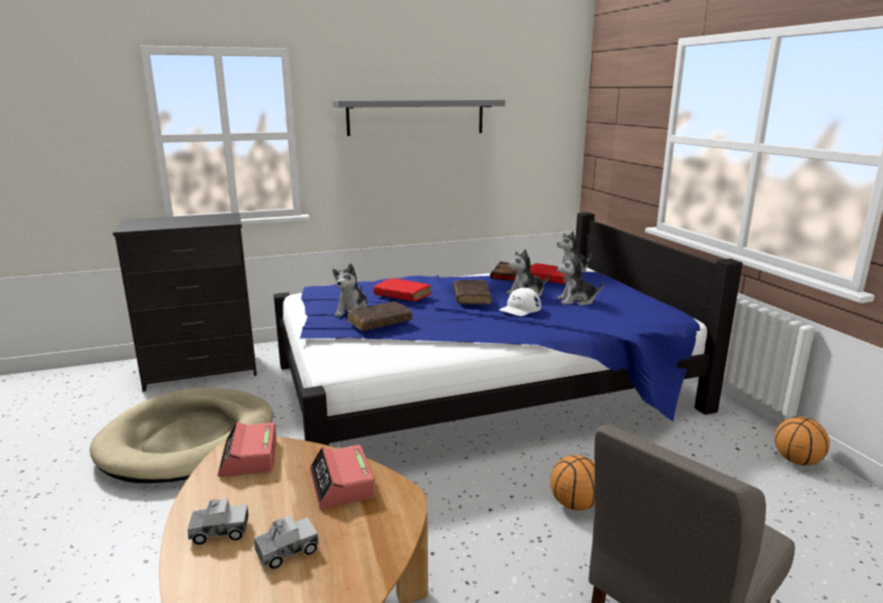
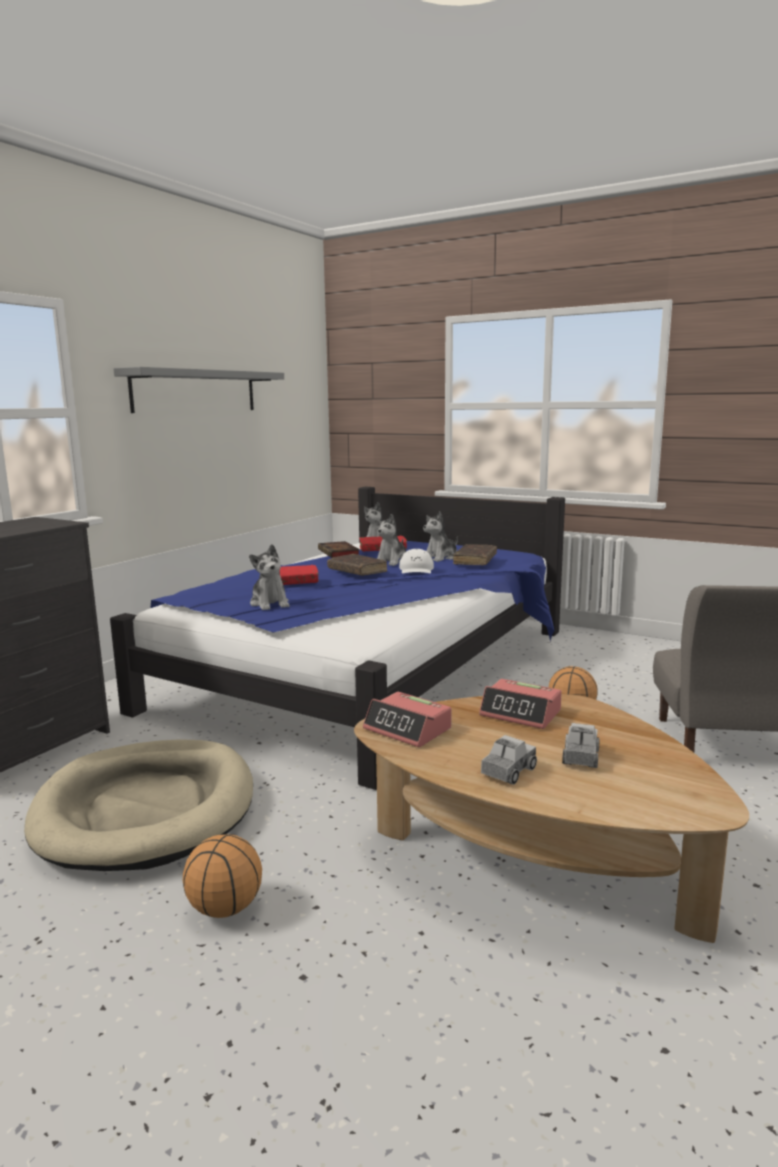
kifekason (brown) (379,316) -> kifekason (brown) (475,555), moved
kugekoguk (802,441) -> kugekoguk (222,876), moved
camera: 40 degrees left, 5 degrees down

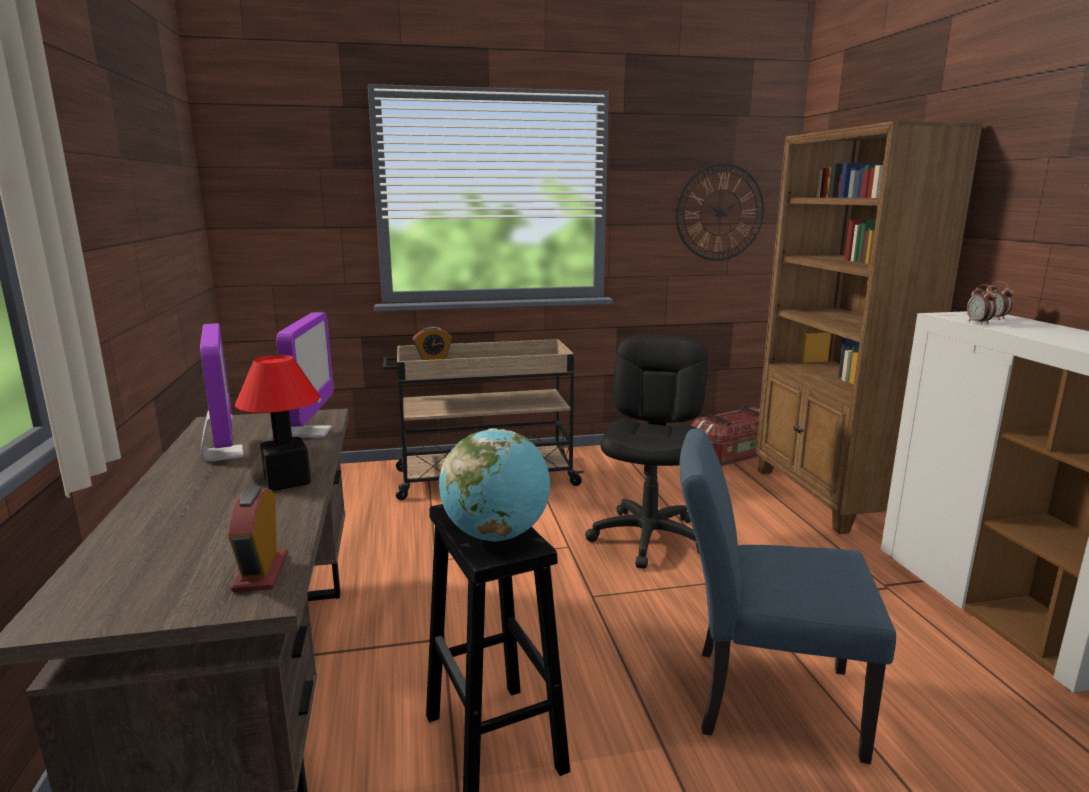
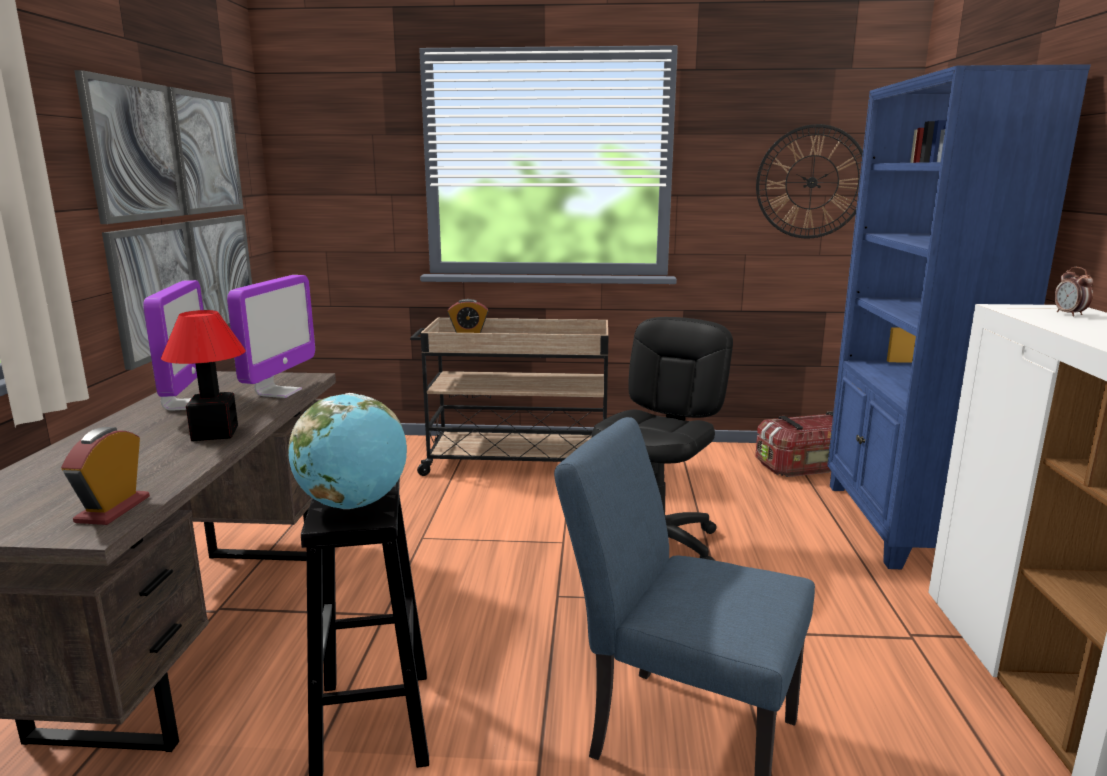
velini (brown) (869,327) -> velini (blue) (959,316)
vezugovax (982,304) -> none
none -> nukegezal (163,220)
camera: 15 degrees right, 0 degrees up

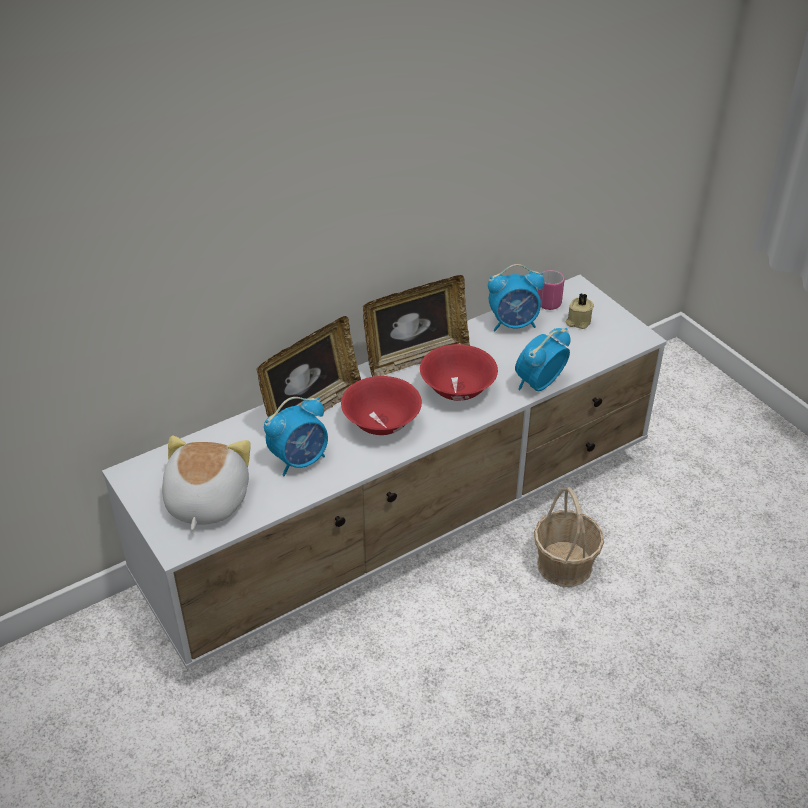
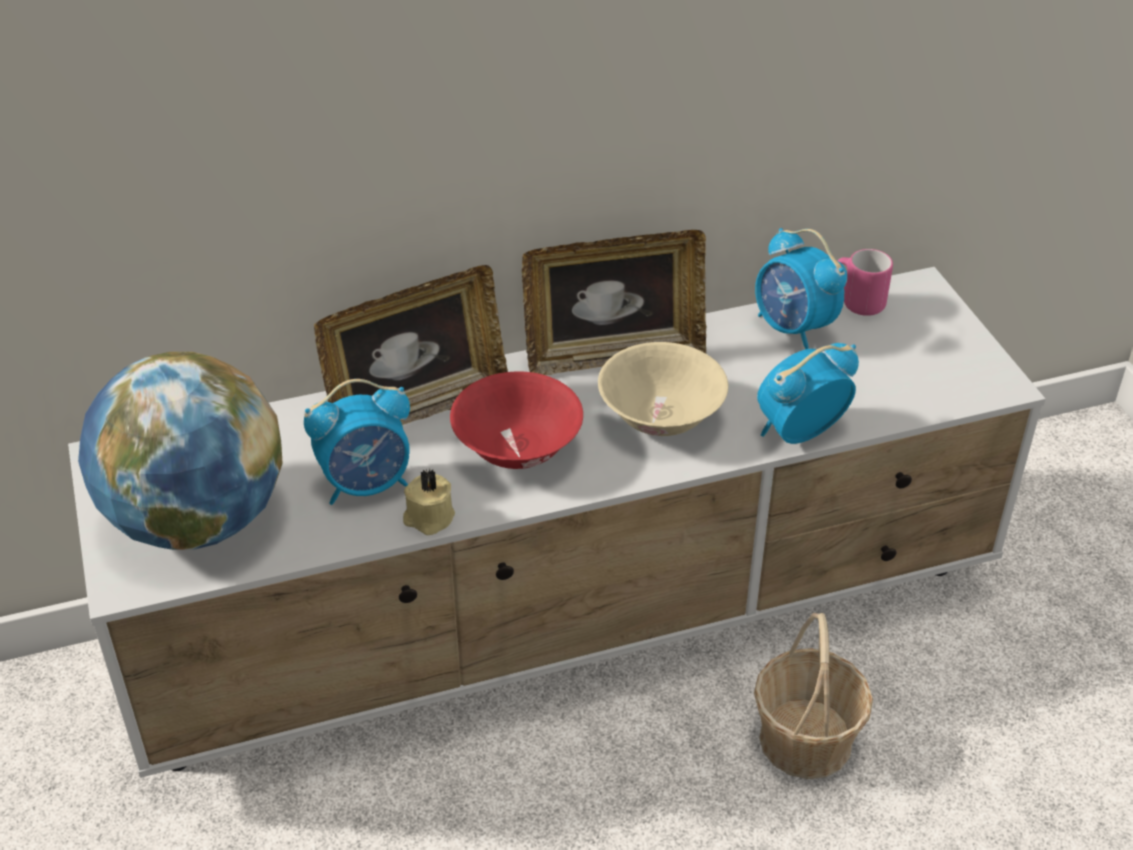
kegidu (206,483) -> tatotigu (180,451)
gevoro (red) (459,372) -> gevoro (beige) (663,389)
vezugovax (516,297) -> vezugovax (801,288), 45 degrees clockwise
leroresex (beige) (579,311) -> leroresex (beige) (429,502), moved
camera: 15 degrees right, 0 degrees up

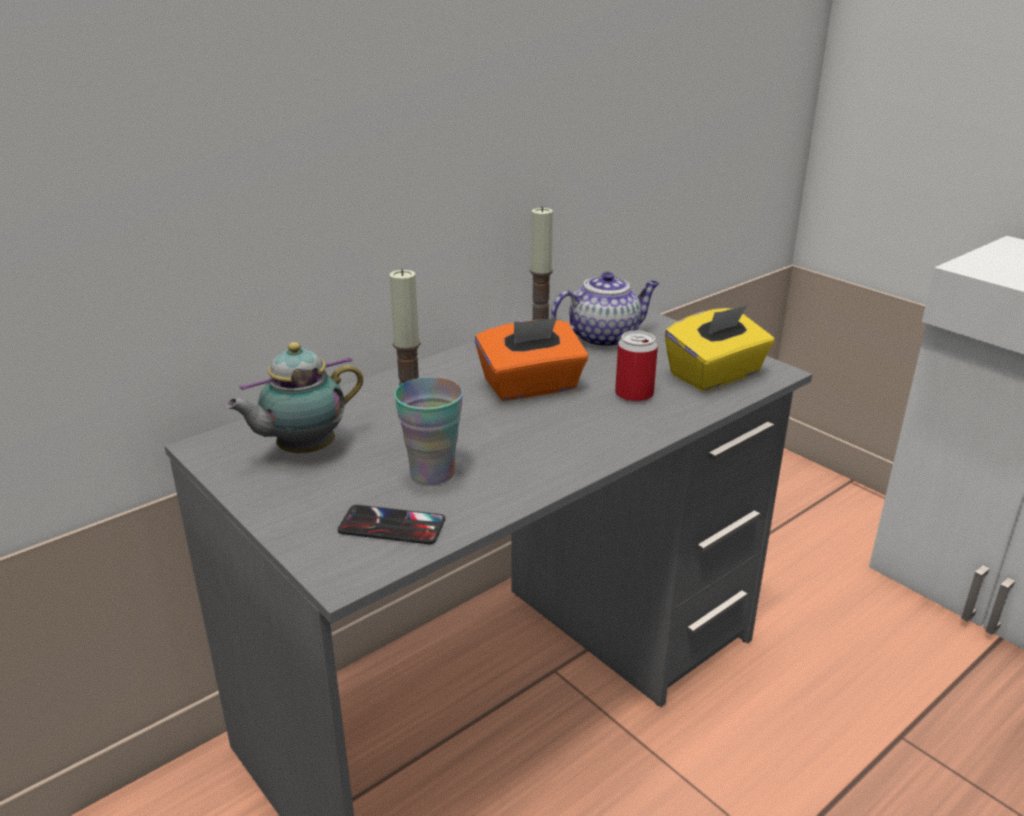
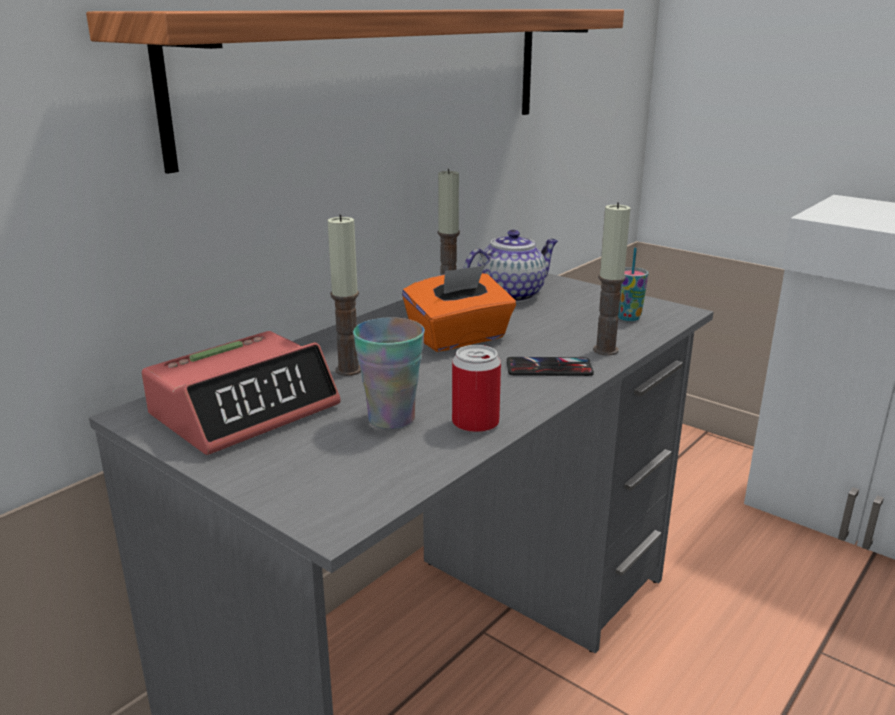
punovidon (294,397) -> vezugovax (241,393)
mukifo (391,524) -> mukifo (550,366), moved
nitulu (636,366) -> nitulu (476,389), moved
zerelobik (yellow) (719,348) -> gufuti (633,284)
none -> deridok (355,91)
none -> leroresex (612,279)
camera: 10 degrees left, 5 degrees down

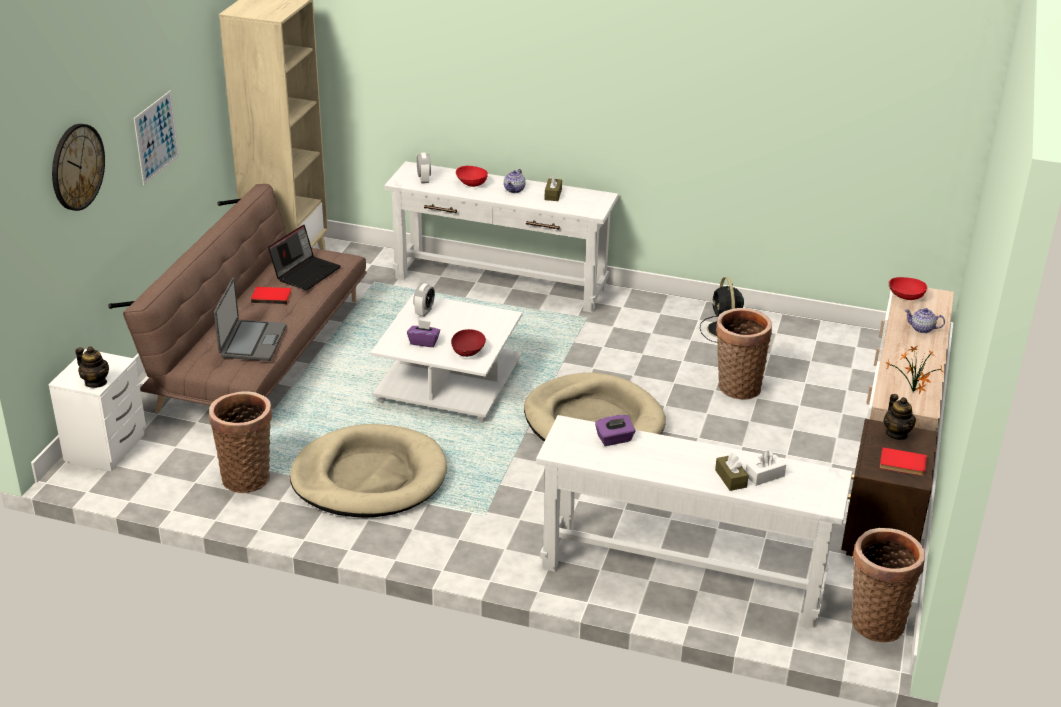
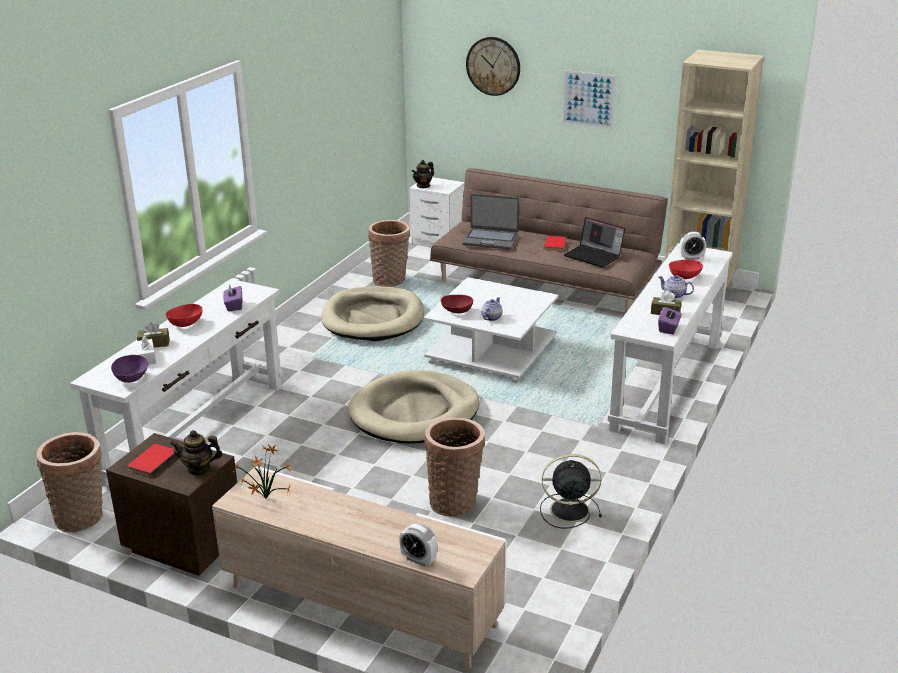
zerelobik (purple) (423,333) -> zerelobik (purple) (670,320), moved
vezugovax (424,300) -> vezugovax (418,544), moved
gevoro (red) (908,288) -> gevoro (red) (184,315), moved
punovidon (925,320) -> punovidon (491,309), moved
none -> gevoro (purple) (130,369)
camera: 100 degrees right, 5 degrees down

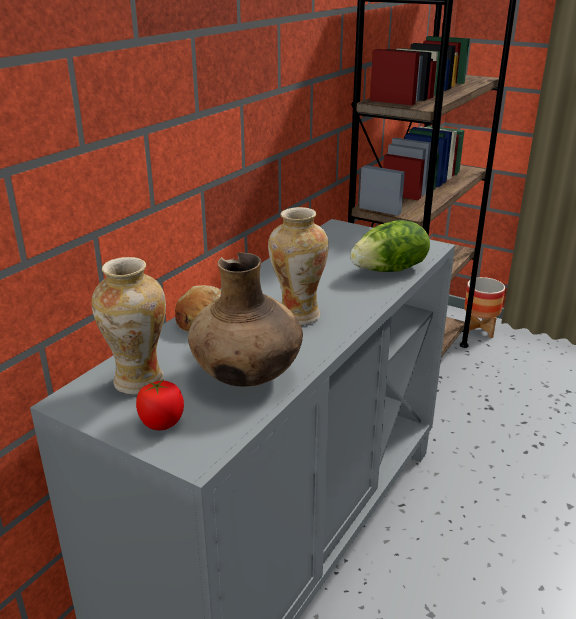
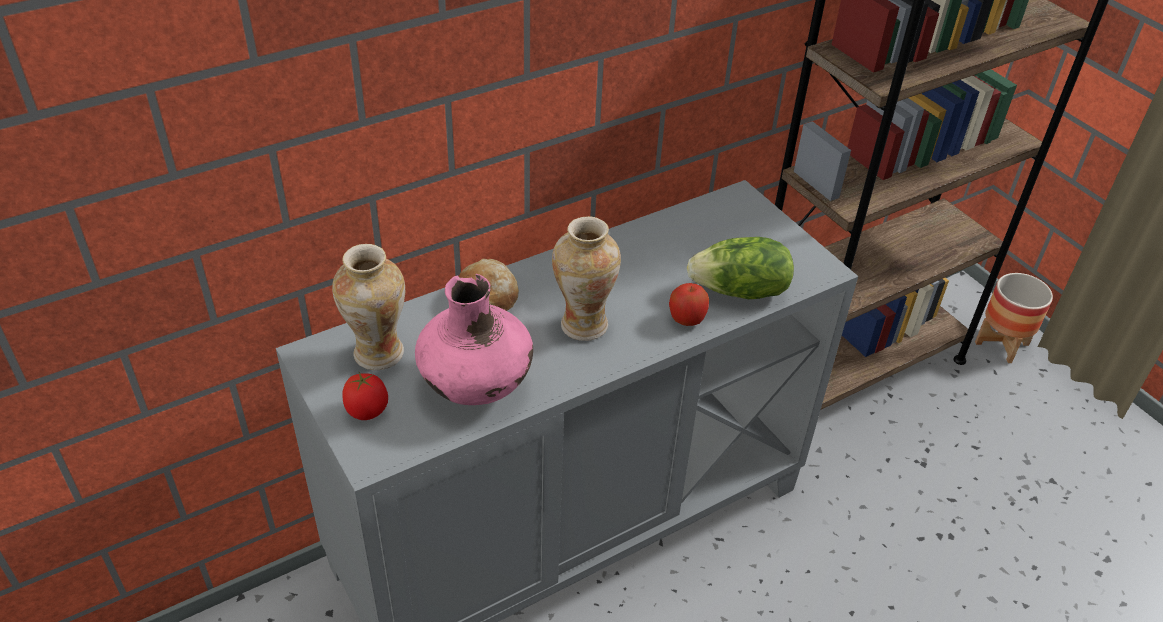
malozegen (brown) (245,319) -> malozegen (pink) (474,339)
none -> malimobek (689,304)
camera: 25 degrees right, 15 degrees up

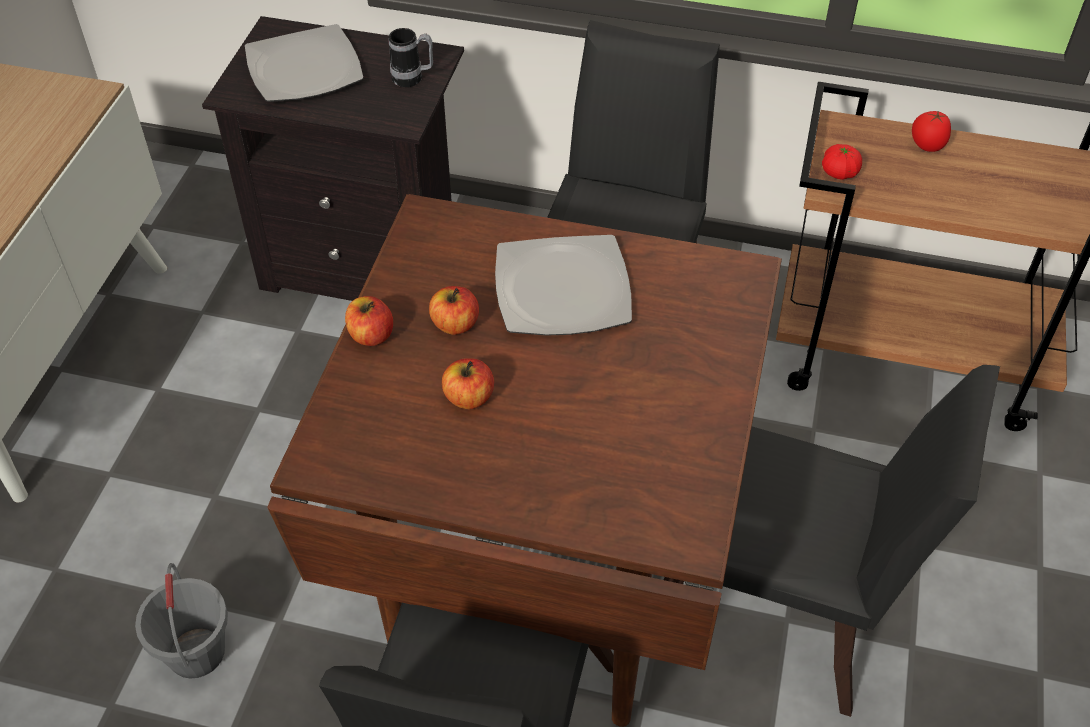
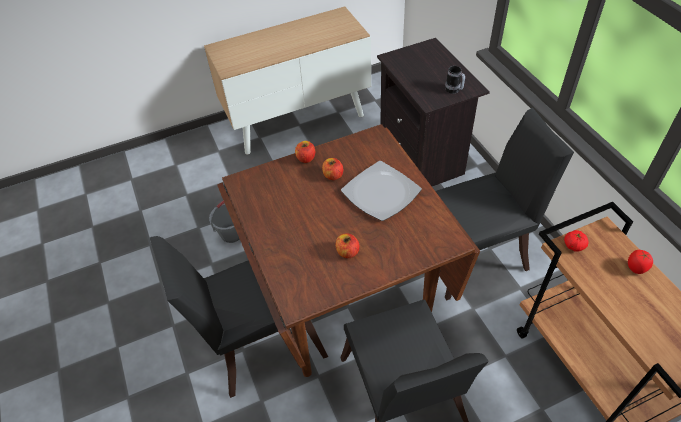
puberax (304,63) -> none
malimobek (468,383) -> malimobek (348,245), moved
camera: 55 degrees right, 0 degrees up

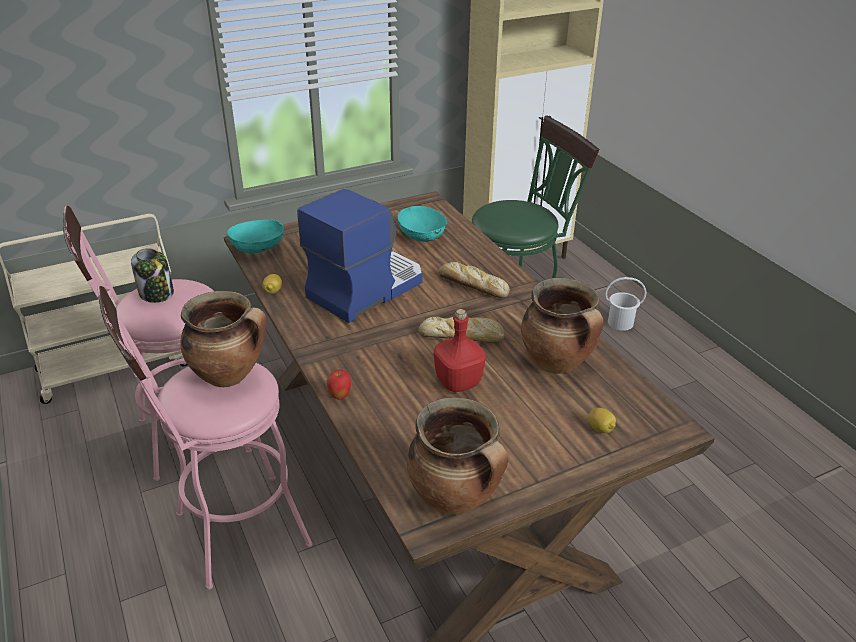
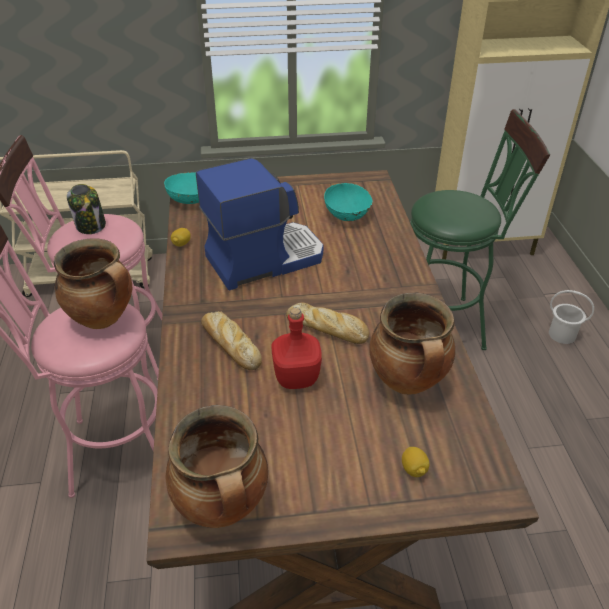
malimobek (338,384) -> none
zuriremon (474,280) -> zuriremon (231,340), moved
camera: 20 degrees right, 5 degrees up

